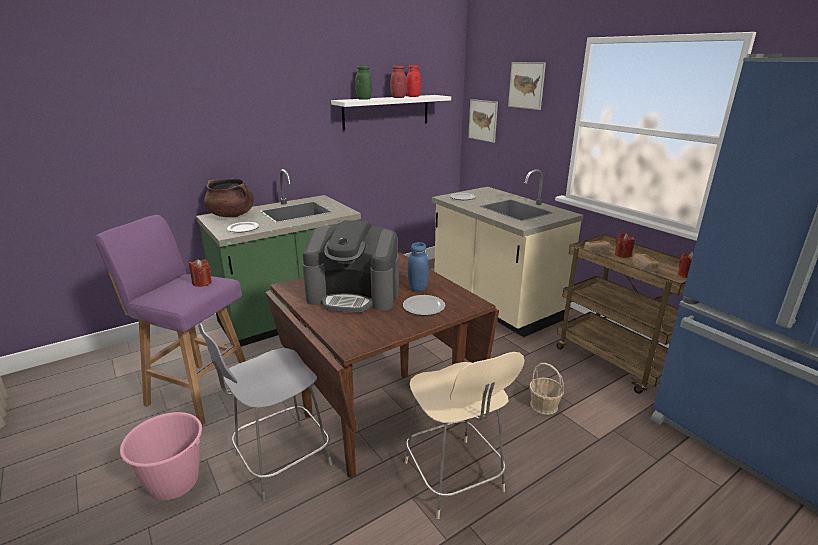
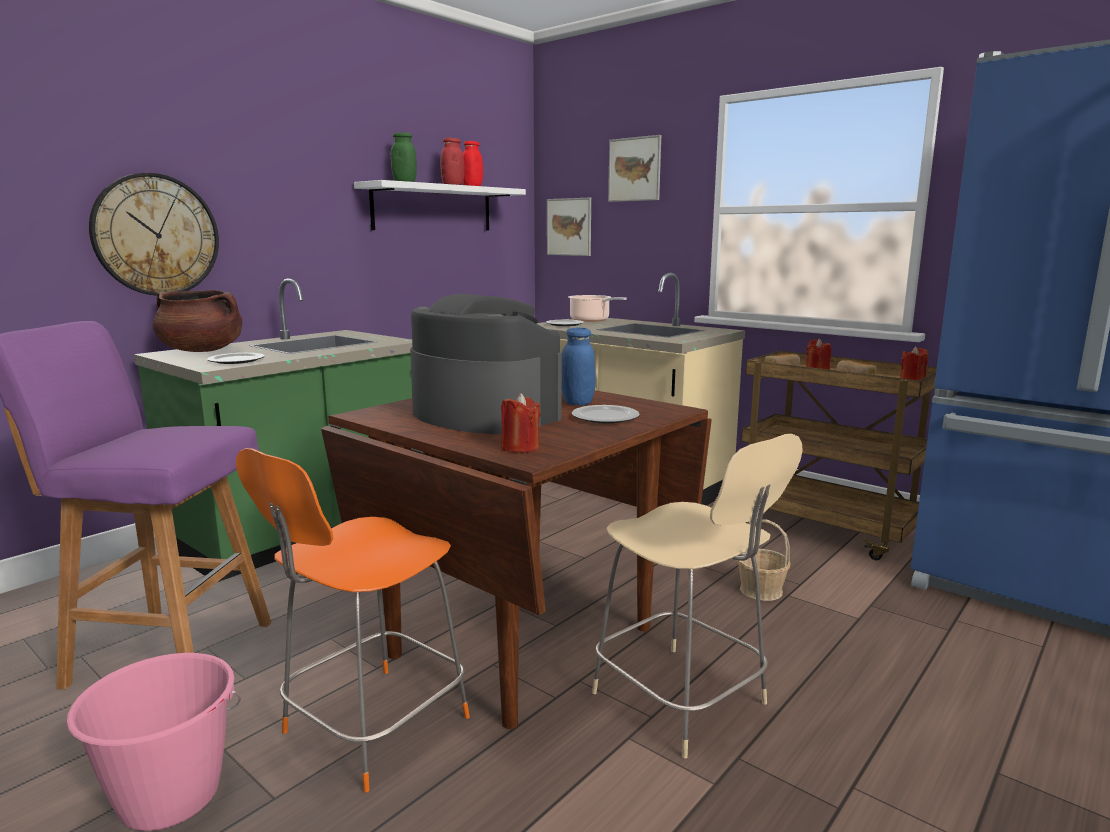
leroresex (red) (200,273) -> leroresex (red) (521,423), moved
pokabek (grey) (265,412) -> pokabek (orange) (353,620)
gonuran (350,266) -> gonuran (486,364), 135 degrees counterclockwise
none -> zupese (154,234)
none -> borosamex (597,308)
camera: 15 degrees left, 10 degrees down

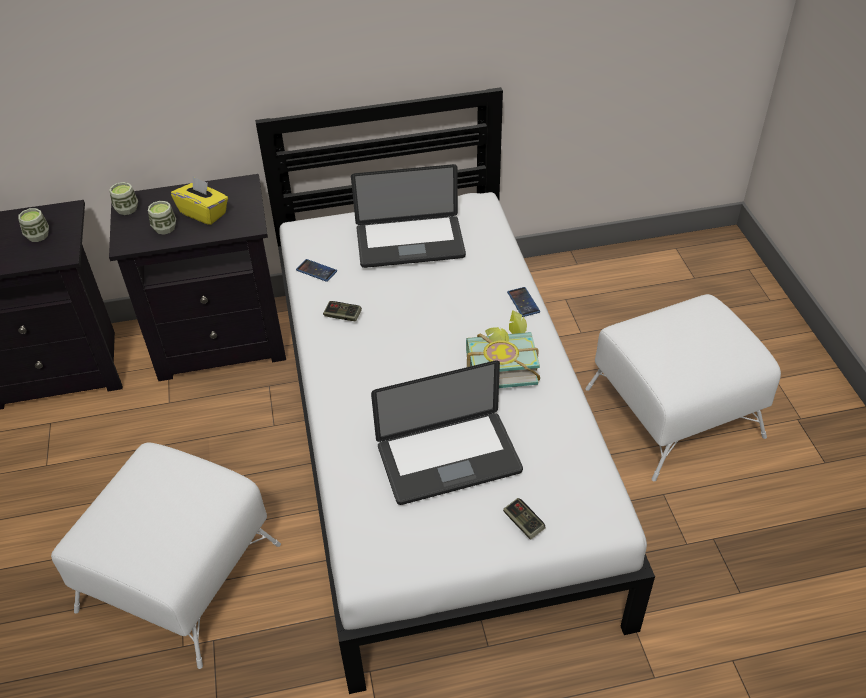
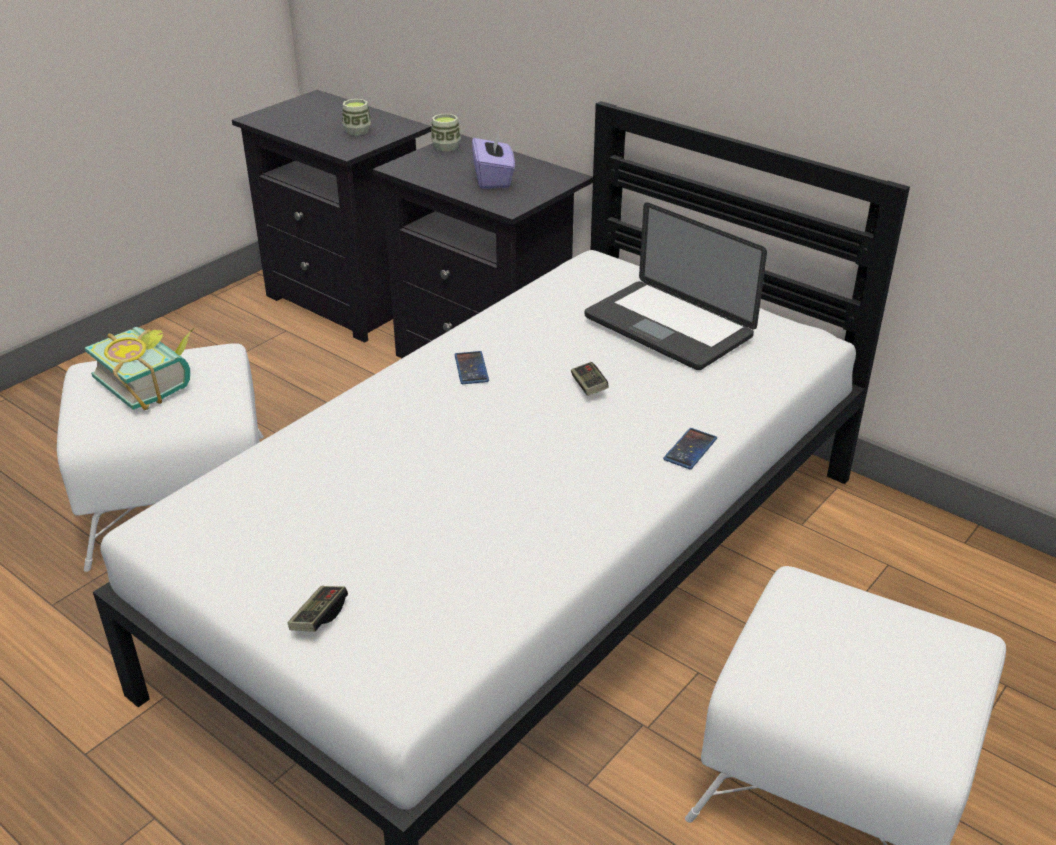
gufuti (162,218) -> none
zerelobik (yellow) (199,200) -> zerelobik (purple) (493,159)
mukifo (316,270) -> mukifo (472,367), moved
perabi (342,311) -> perabi (590,379), moved
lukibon (447,432) -> none
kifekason (503,349) -> kifekason (139,368), moved
camera: 50 degrees right, 10 degrees down

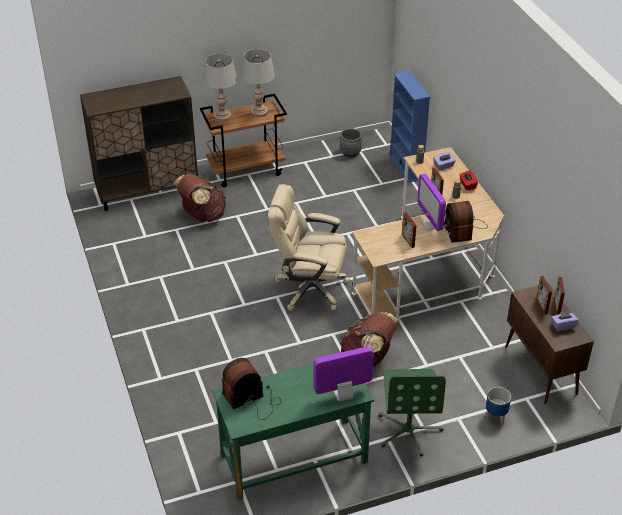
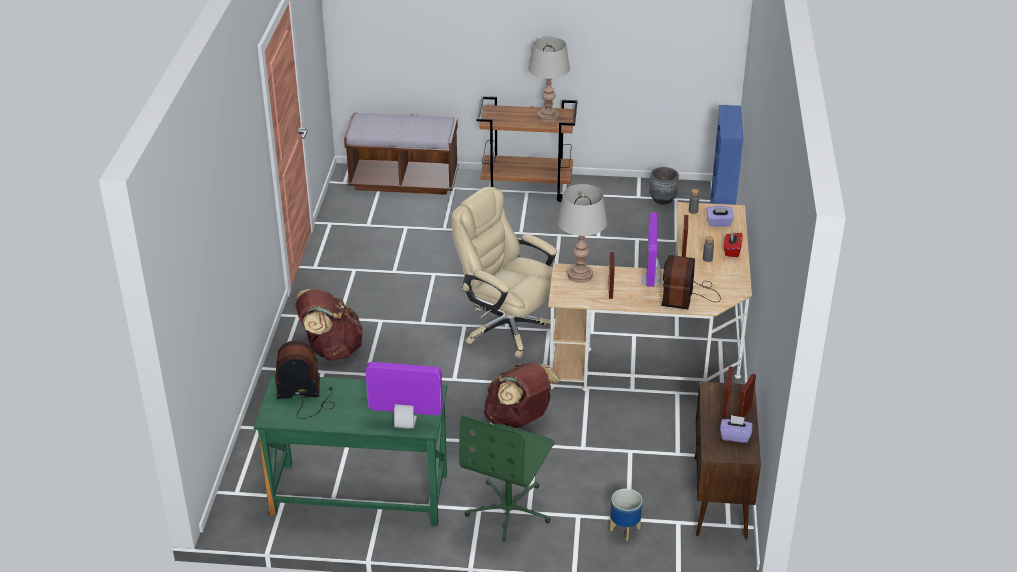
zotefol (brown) (139,143) -> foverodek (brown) (401,154)
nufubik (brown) (199,198) -> nufubik (brown) (329,324), moved
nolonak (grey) (220,87) -> nolonak (grey) (582,233), moved
camera: 25 degrees right, 5 degrees down

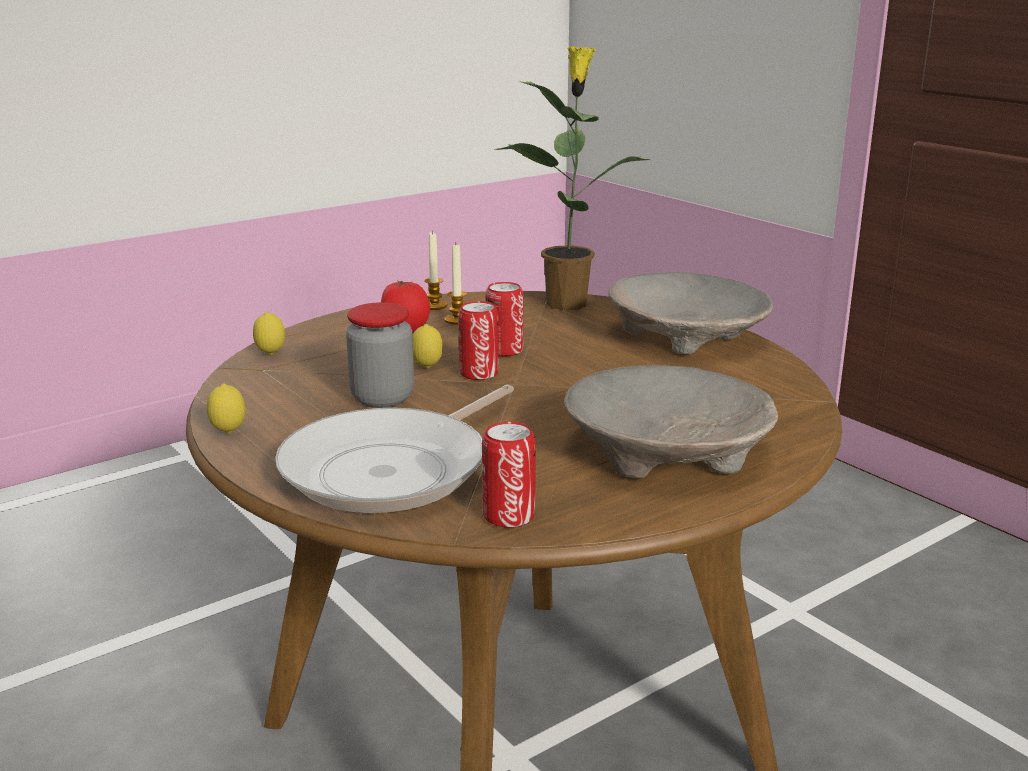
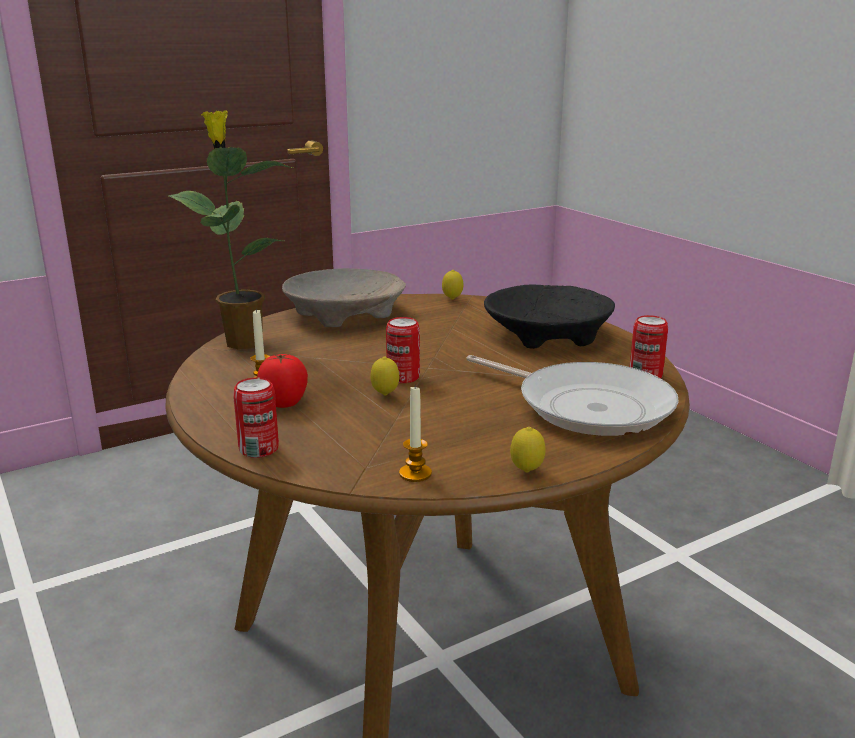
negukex (269,333) -> negukex (452,285), moved
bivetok (380,355) -> none
leroresex (435,270) -> leroresex (415,434), moved
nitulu (504,319) -> nitulu (256,417), moved
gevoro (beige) (671,421) -> gevoro (black) (549,316)
camera: 85 degrees left, 0 degrees up

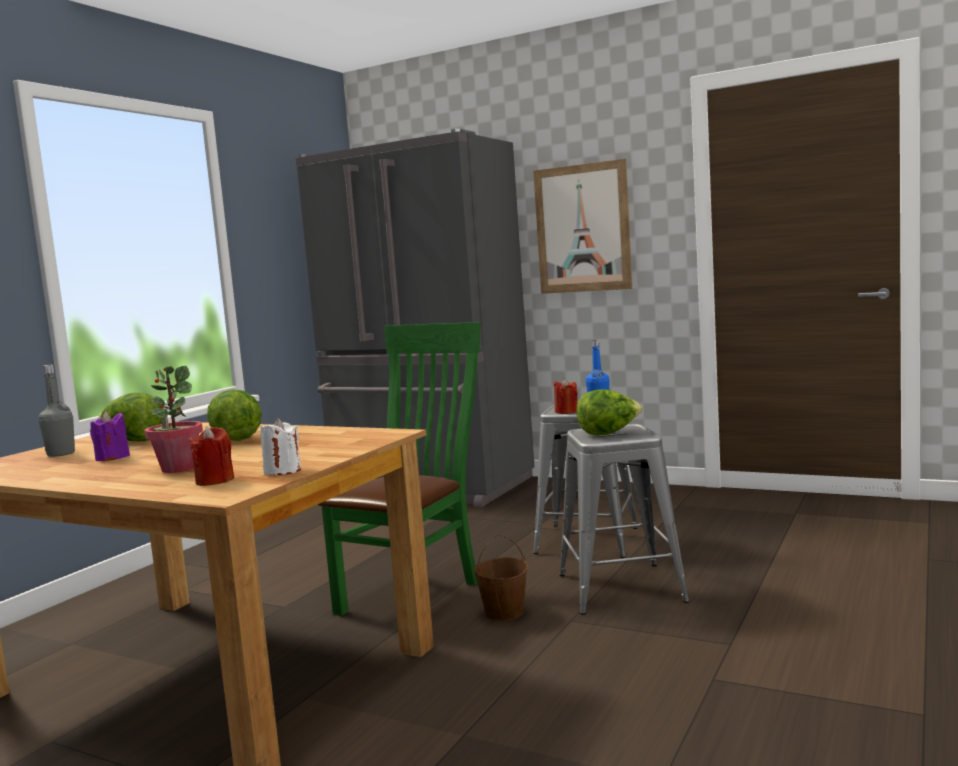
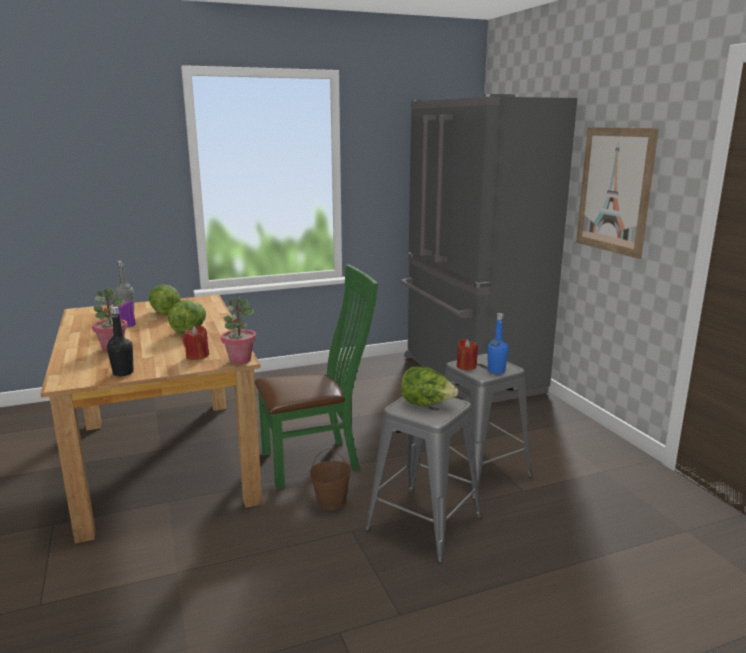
leroresex (red) (212,456) -> leroresex (red) (196,343), moved
leroresex (white) (280,446) -> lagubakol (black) (120,341)
none -> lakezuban (238,330)
camera: 40 degrees right, 10 degrees up

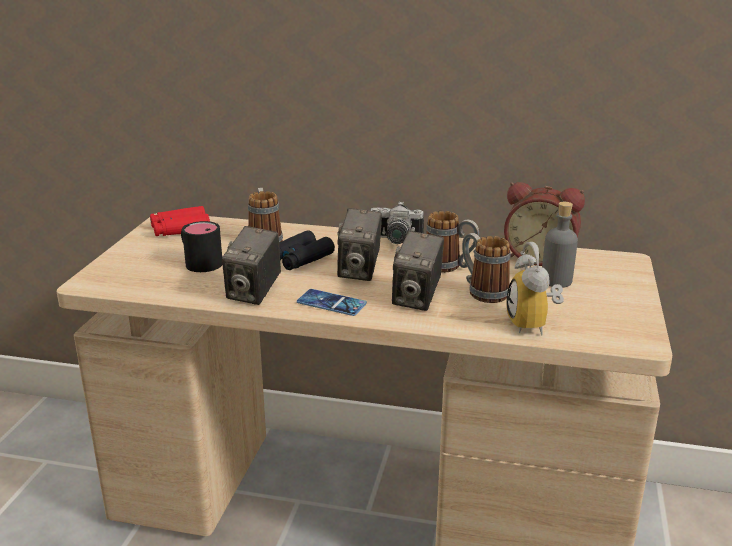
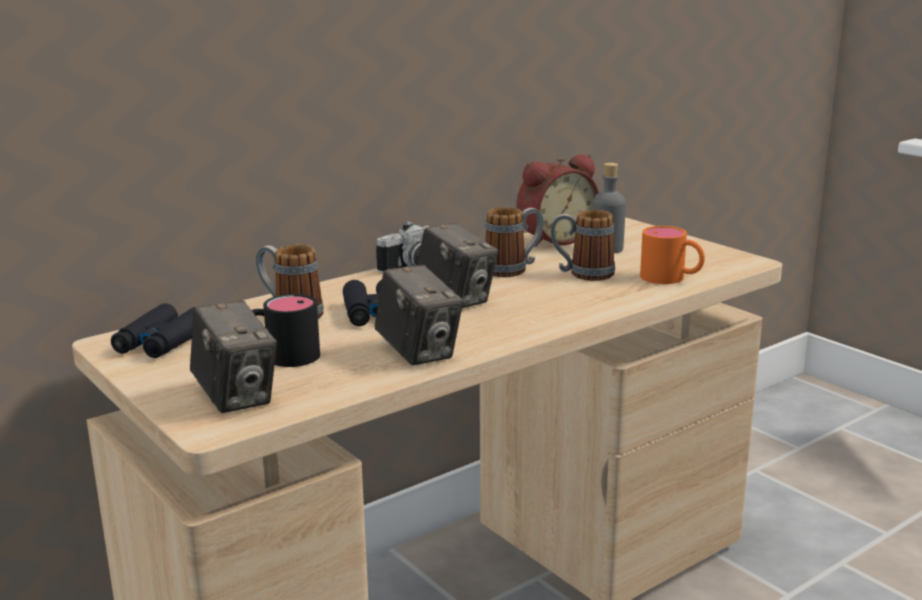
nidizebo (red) (180,221) -> nidizebo (black) (153,330)
mukifo (332,302) -> none
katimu (418,271) -> katimu (233,356), moved
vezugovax (535,288) -> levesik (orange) (672,255)
camera: 50 degrees left, 5 degrees down

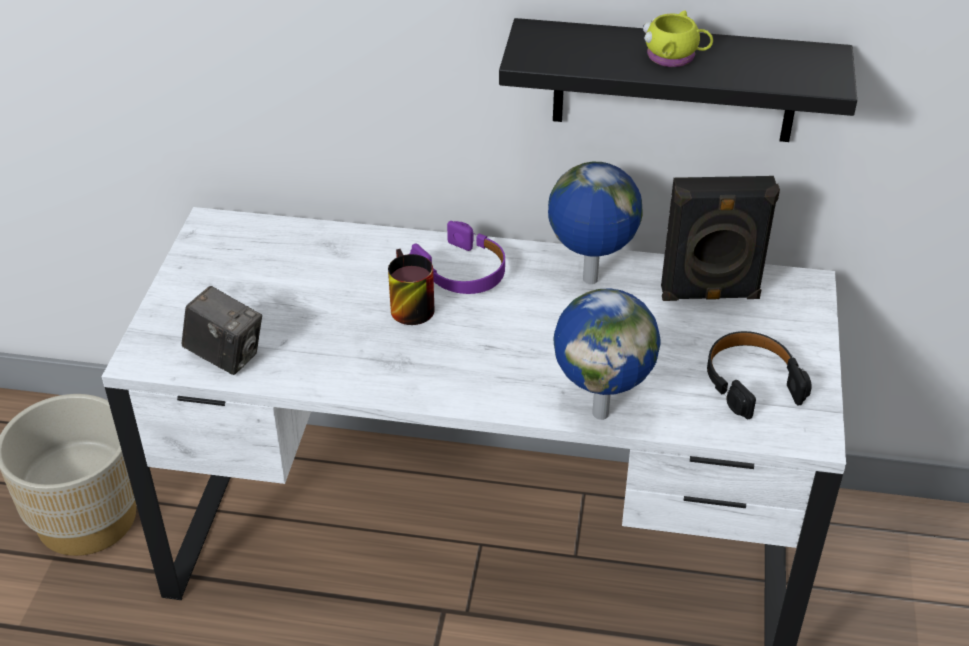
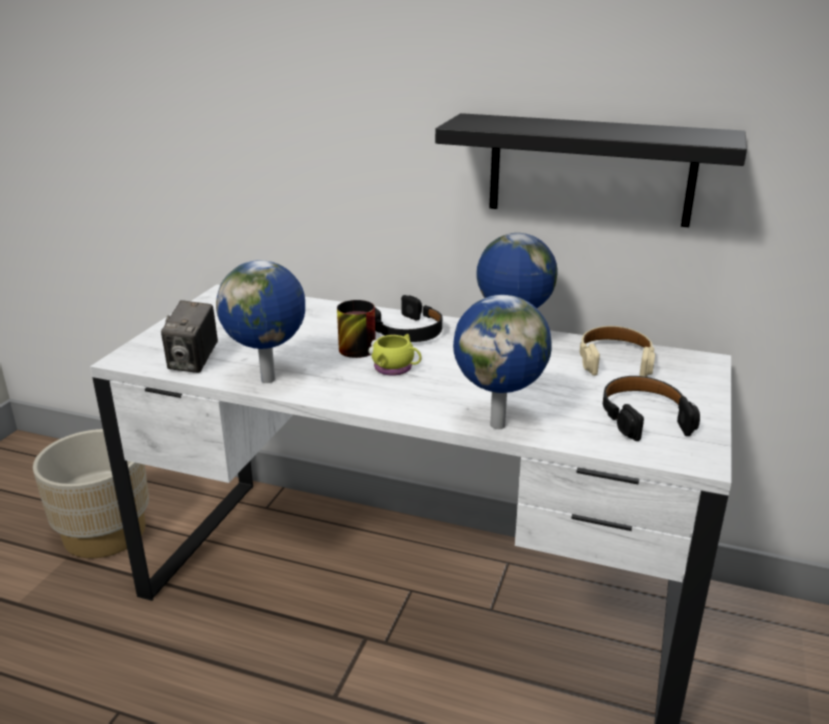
katimu (222,330) -> katimu (189,336), 60 degrees clockwise
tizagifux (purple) (457,257) -> tizagifux (black) (408,318)
levesik (yellow) (678,38) -> levesik (yellow) (395,355), moved
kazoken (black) (720,238) -> tizagifux (beige) (617,351)
none -> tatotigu (260,321)
camera: 10 degrees right, 15 degrees down

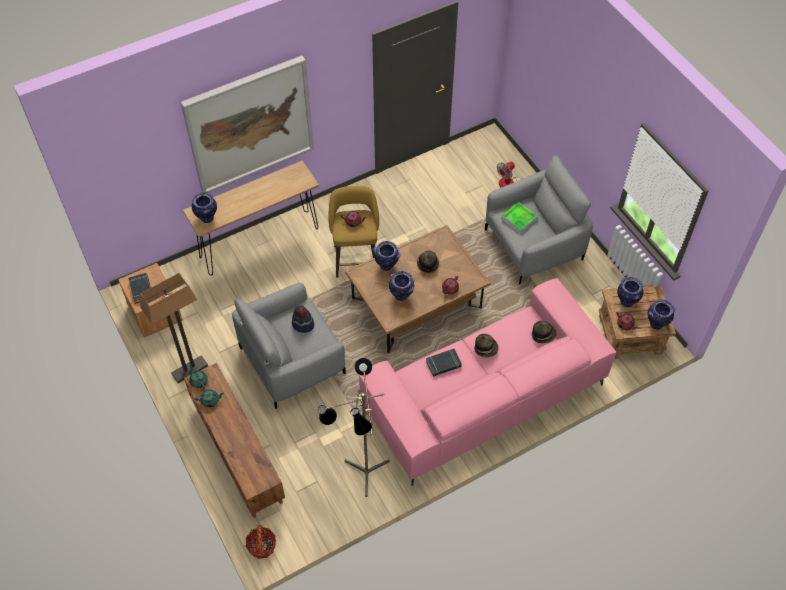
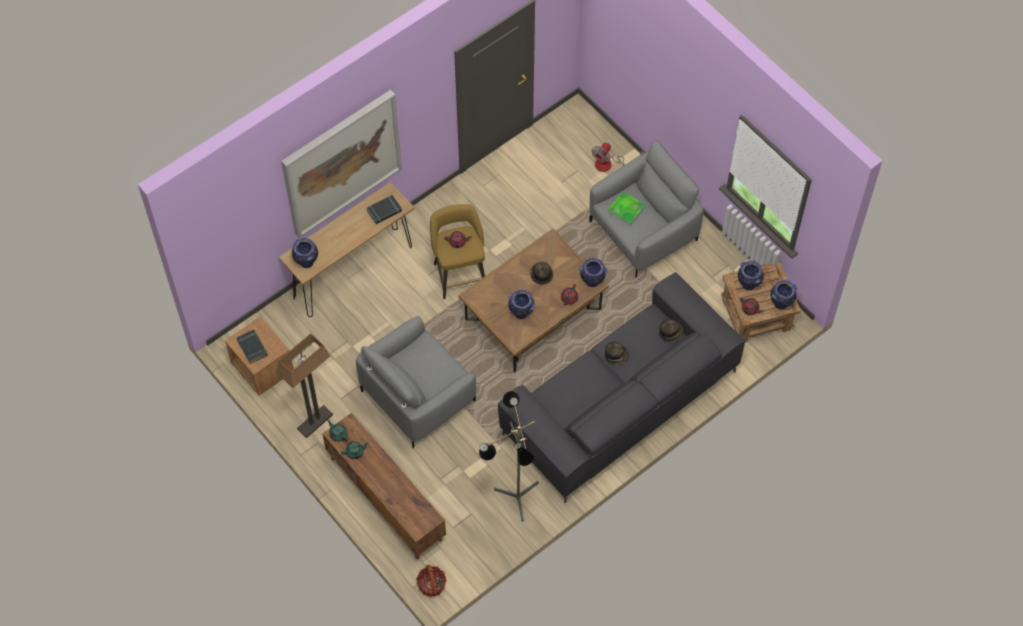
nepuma (303,319) -> none
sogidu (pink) (487,382) -> sogidu (grey) (621,387)
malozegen (387,256) -> malozegen (593,272), moved
kifekason (black) (444,363) -> kifekason (black) (384,209), moved
camera: 10 degrees left, 5 degrees up

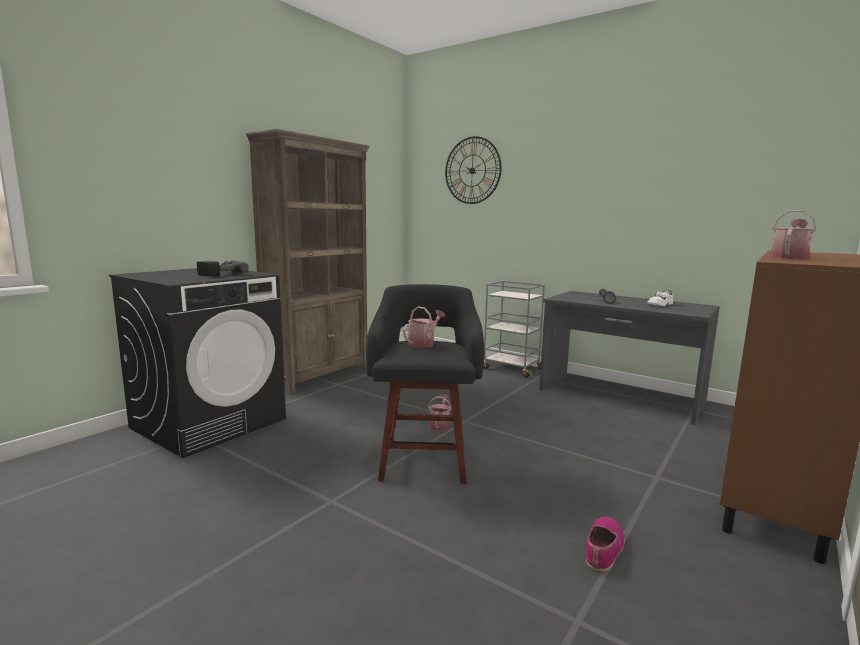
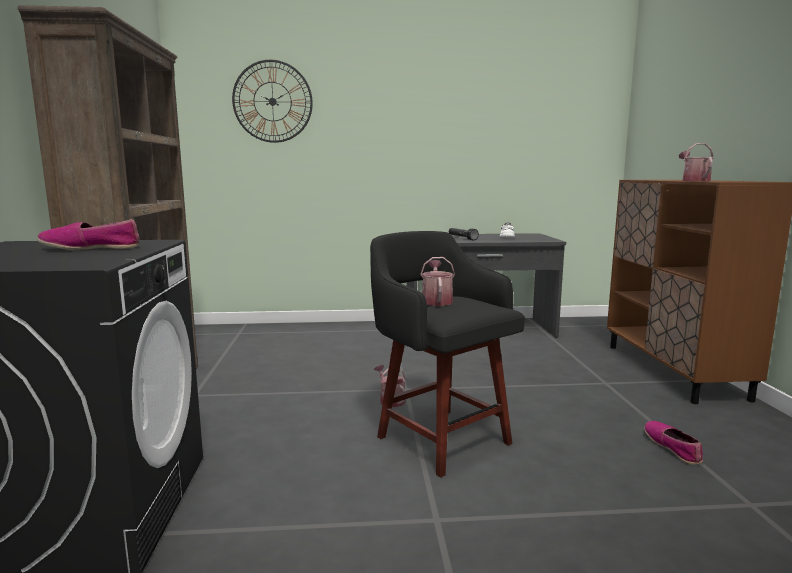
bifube (223,269) -> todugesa (88,234)
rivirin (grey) (514,329) -> none
camera: 40 degrees left, 0 degrees up

